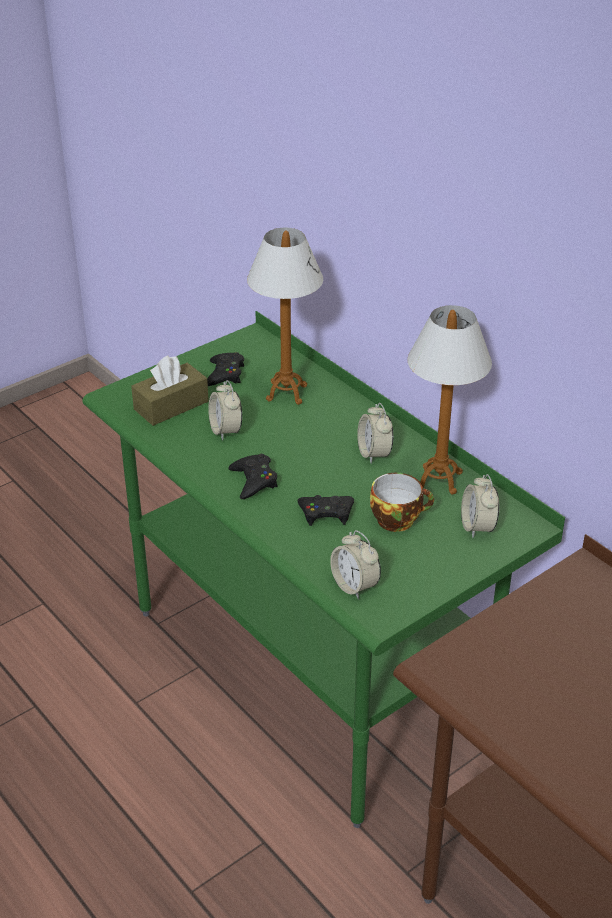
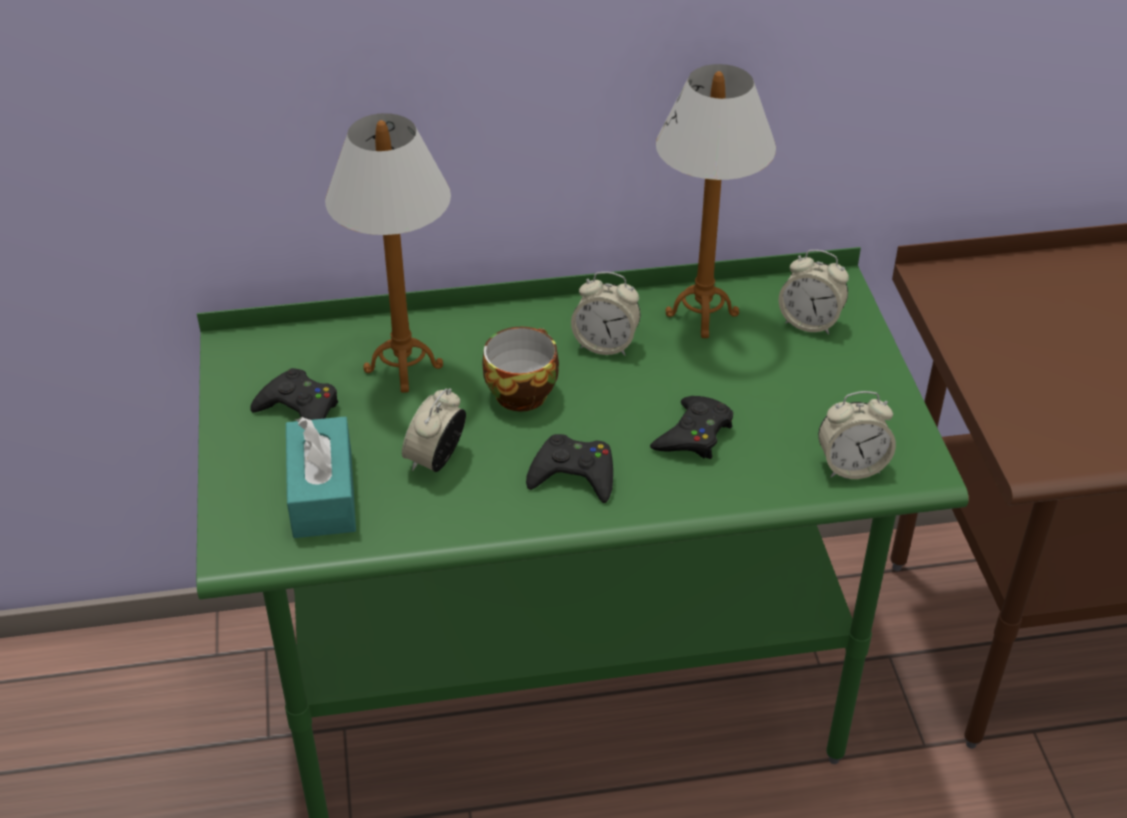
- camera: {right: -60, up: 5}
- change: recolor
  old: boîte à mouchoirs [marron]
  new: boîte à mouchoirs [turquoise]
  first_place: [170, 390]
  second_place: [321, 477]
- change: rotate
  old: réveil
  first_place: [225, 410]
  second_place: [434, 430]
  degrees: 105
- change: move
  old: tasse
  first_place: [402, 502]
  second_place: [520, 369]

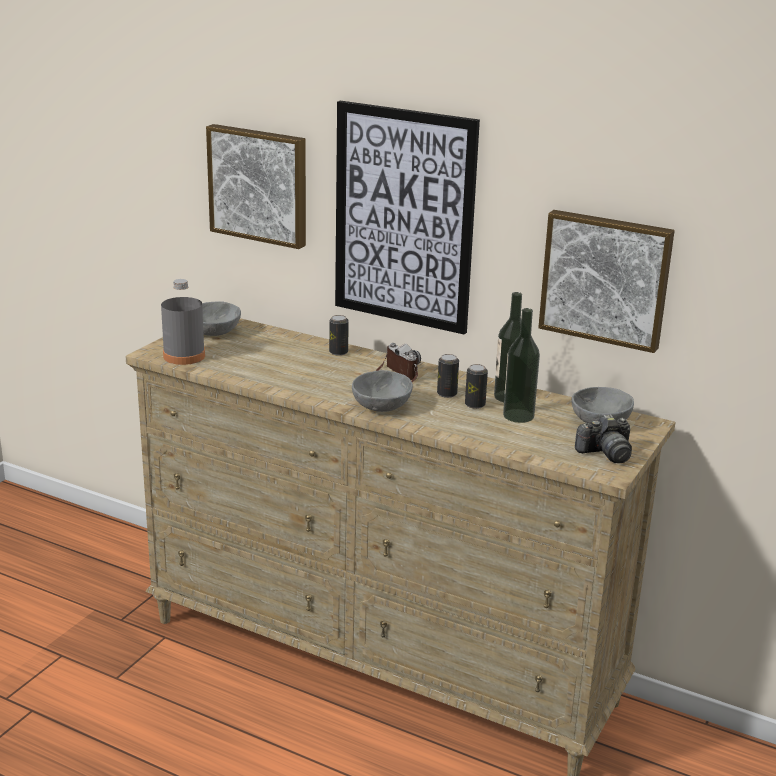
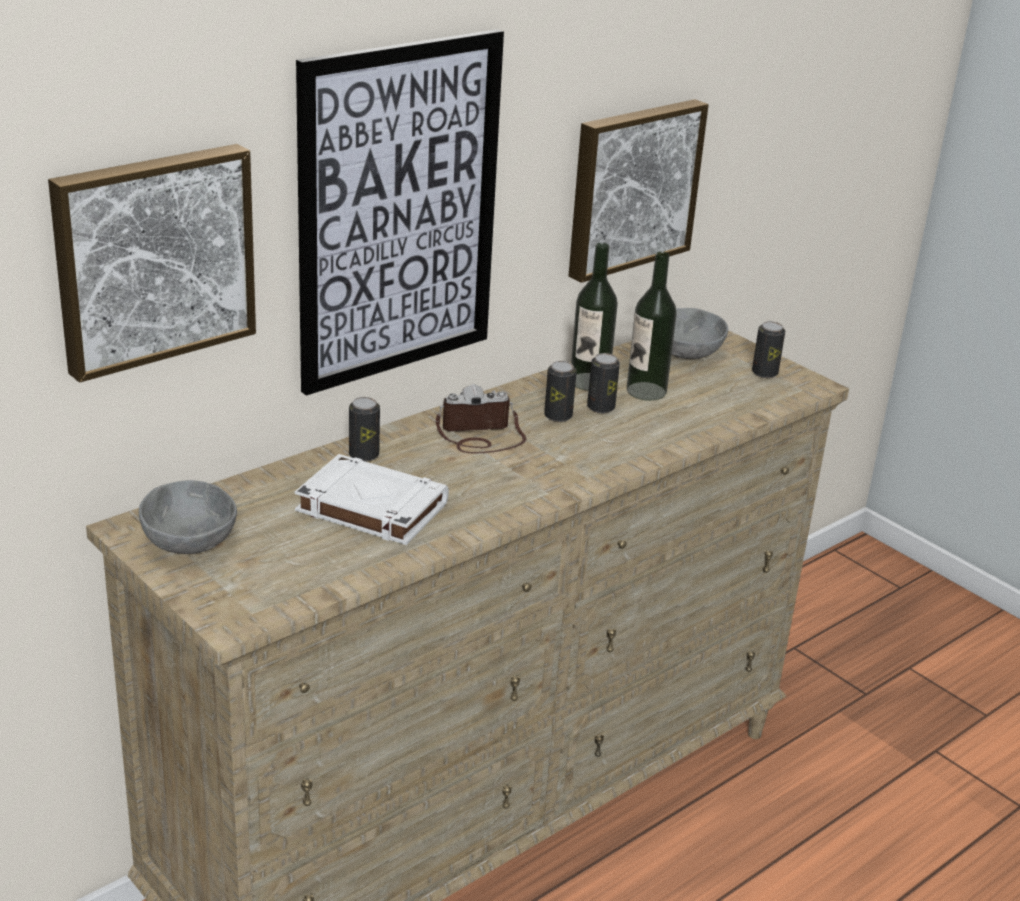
- camera: {right: -70, up: 5}
- change: delete
  old: bouteille [gris]
  first_place: [183, 322]
- change: delete
  old: bol [gris]
  first_place: [382, 391]
- change: replace
  old: appareil photo
  new: boîte métallique
  first_place: [603, 438]
  second_place: [768, 349]
- change: insert
  new: livre [blanc]
  second_place: [372, 499]

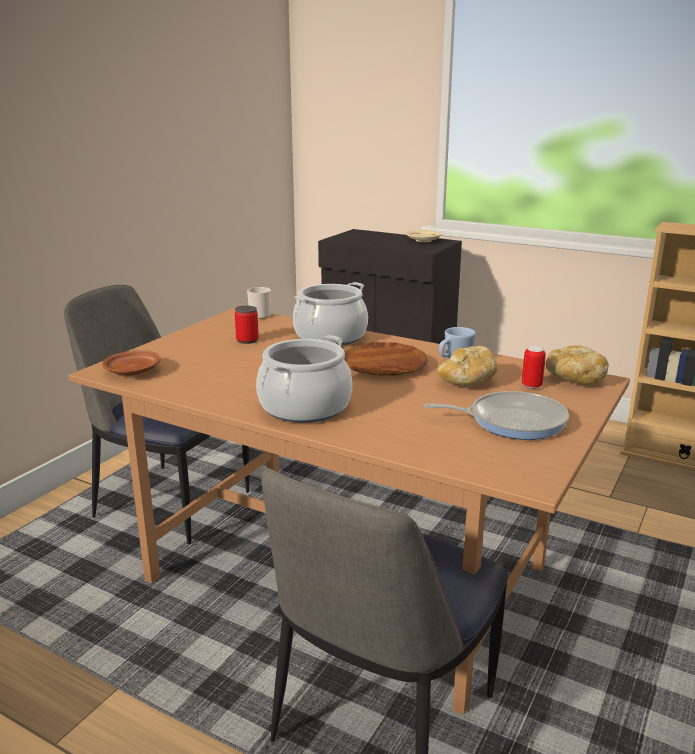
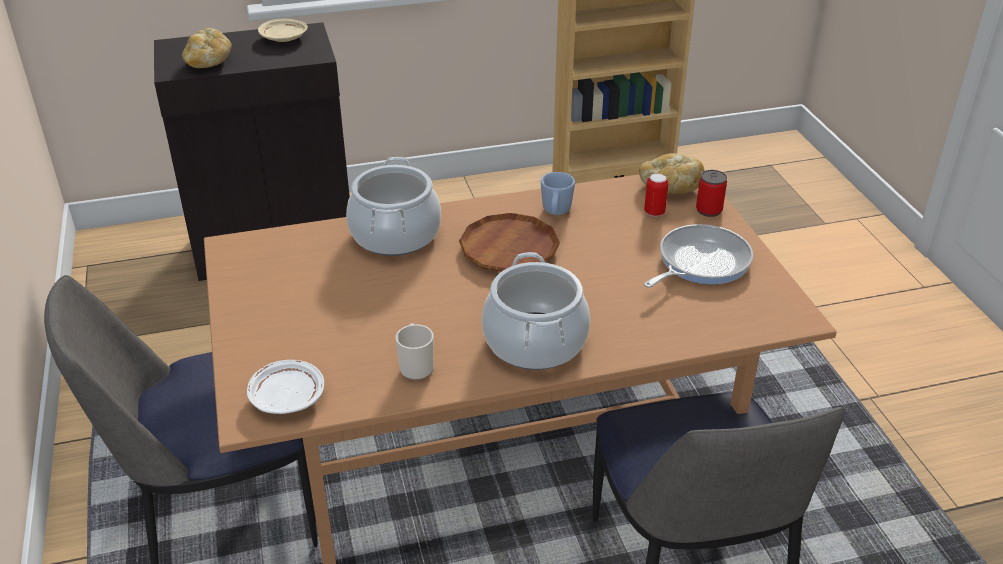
- camera: {right: -45, up: 15}
- change: recolor
  old: assiette [marron]
  new: assiette [blanc]
  first_place: [131, 363]
  second_place: [285, 387]
- change: move
  old: boîte métallique
  first_place: [247, 325]
  second_place: [711, 193]
- change: move
  old: mug
  first_place: [259, 303]
  second_place: [415, 351]
- change: move
  old: pain
  first_place: [468, 366]
  second_place: [207, 48]

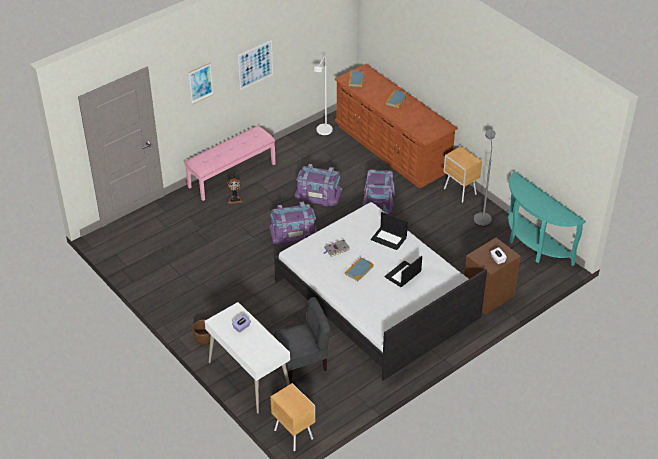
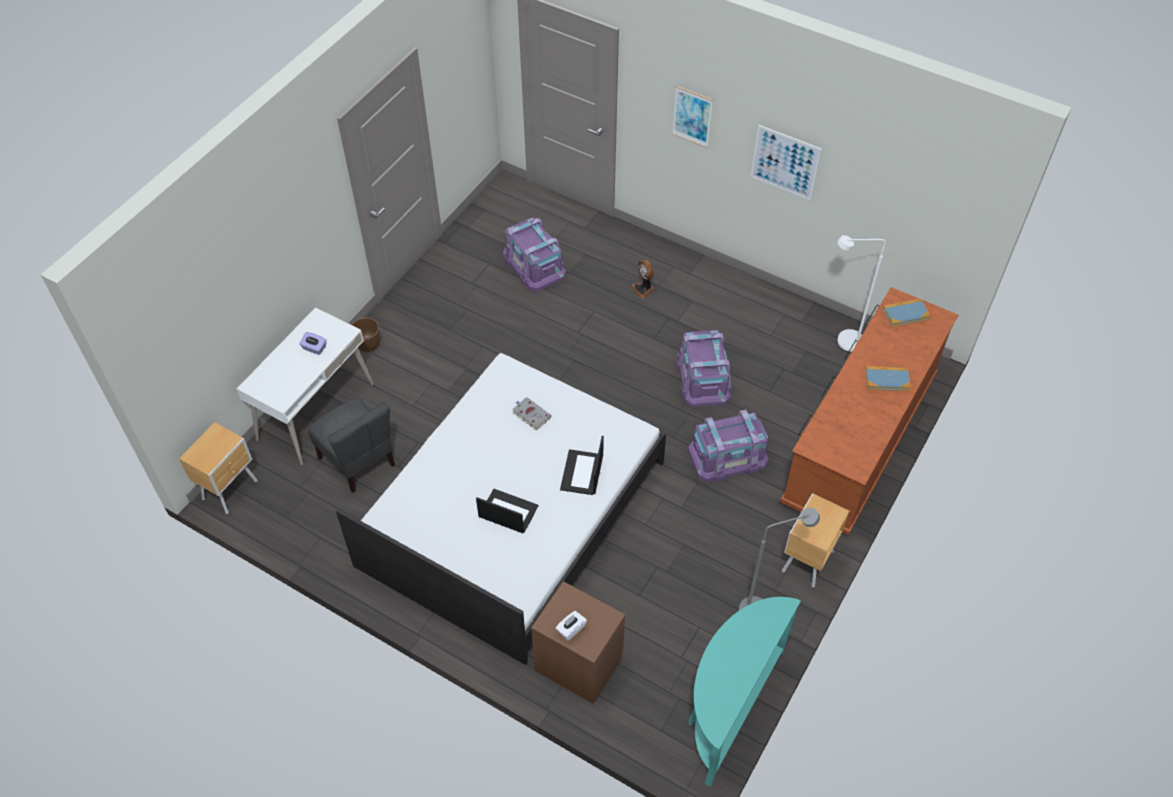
- camera: {right: 70, up: 10}
- change: delete
  old: banc [rose]
  first_place: [230, 163]
- change: move
  old: boîte de rangement [violet]
  first_place: [293, 224]
  second_place: [534, 254]
- change: delete
  old: livre
  first_place: [359, 269]

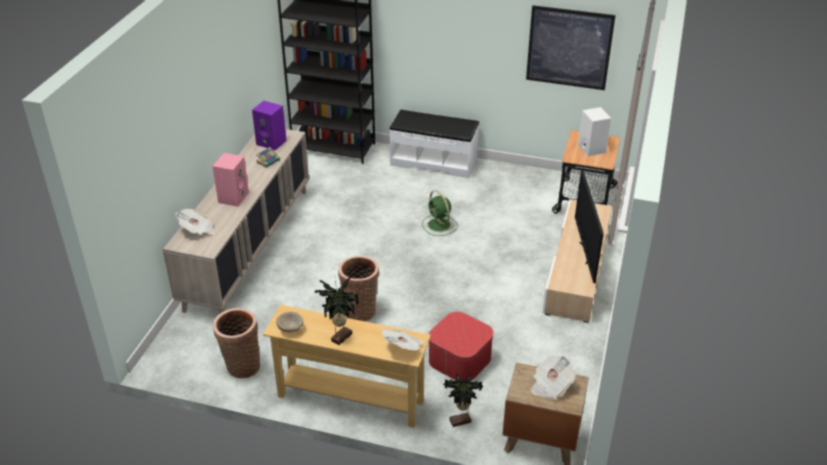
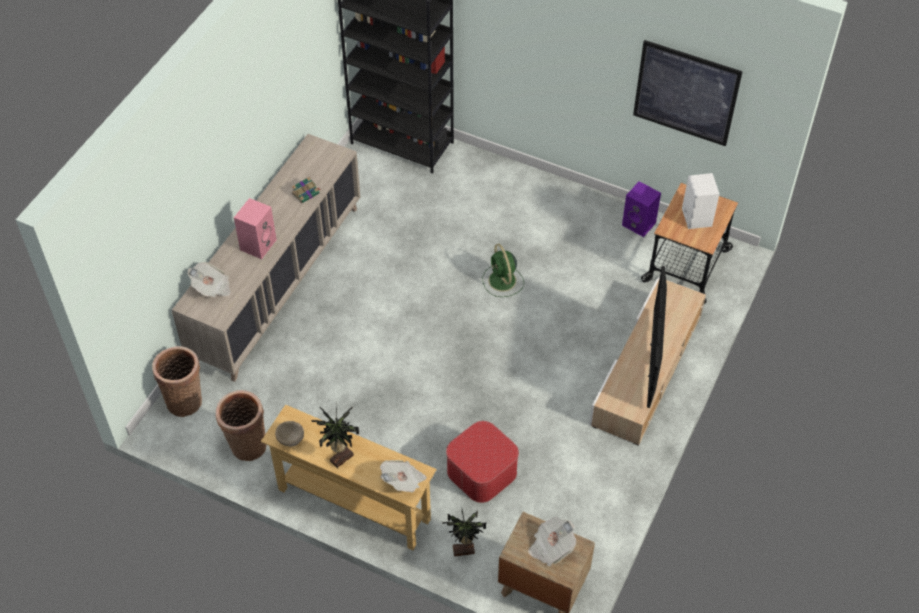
- camera: {right: 10, up: 15}
- change: move
  old: enceinte [violet]
  first_place: [269, 125]
  second_place: [641, 209]
- change: move
  old: panier
  first_place: [358, 288]
  second_place: [177, 381]
- change: delete
  old: banc [blanc]
  first_place: [434, 143]

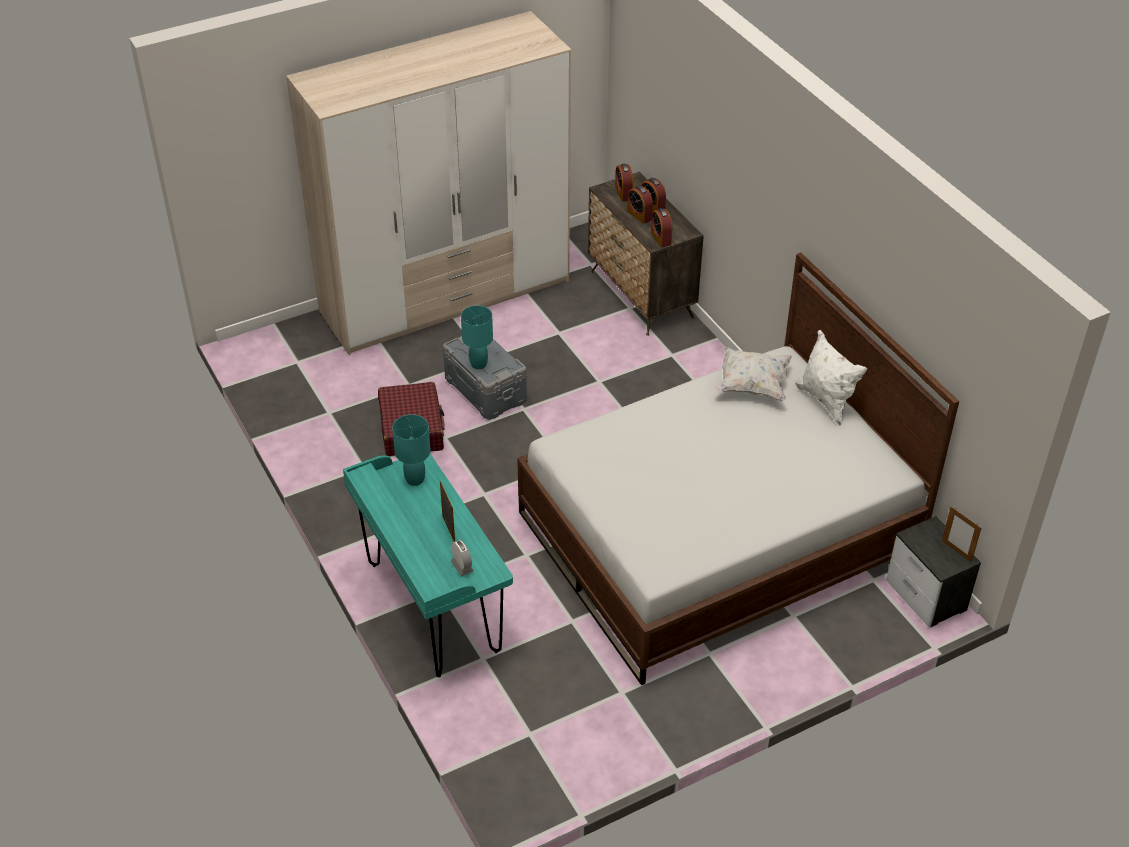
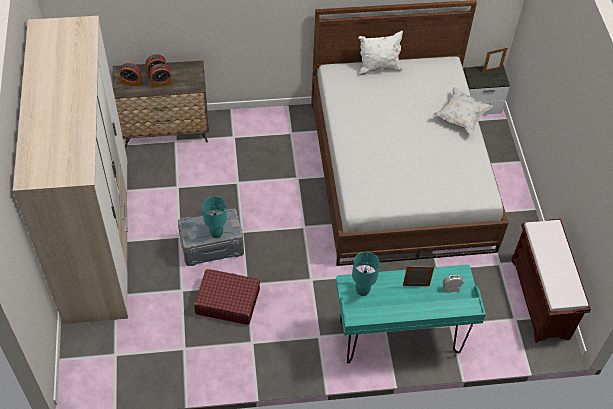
- camera: {right: -70, up: 10}
- change: delete
  old: réveil
  first_place: [661, 227]
- change: move
  old: coussin [blanc]
  first_place: [753, 374]
  second_place: [462, 110]
- change: insert
  new: banc [marron]
  second_place: [551, 281]

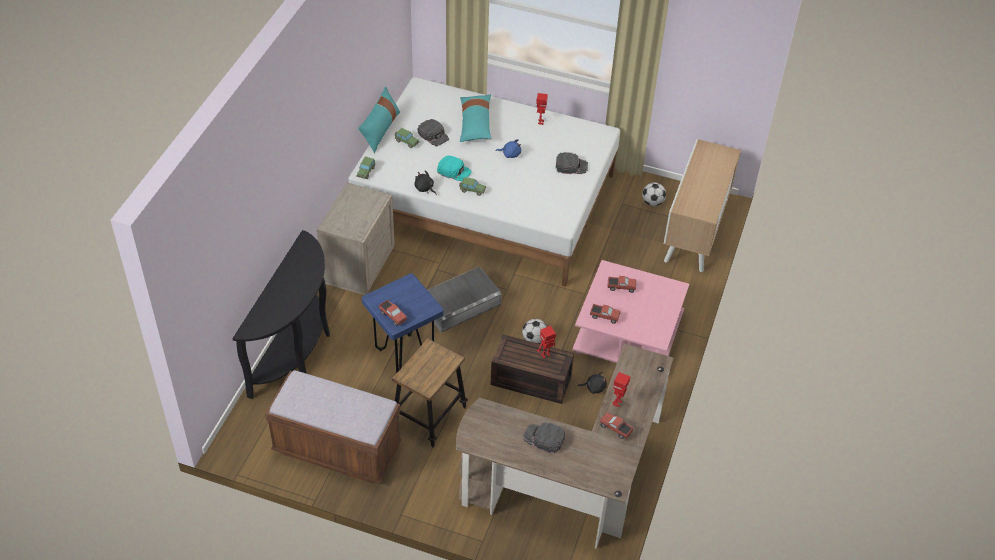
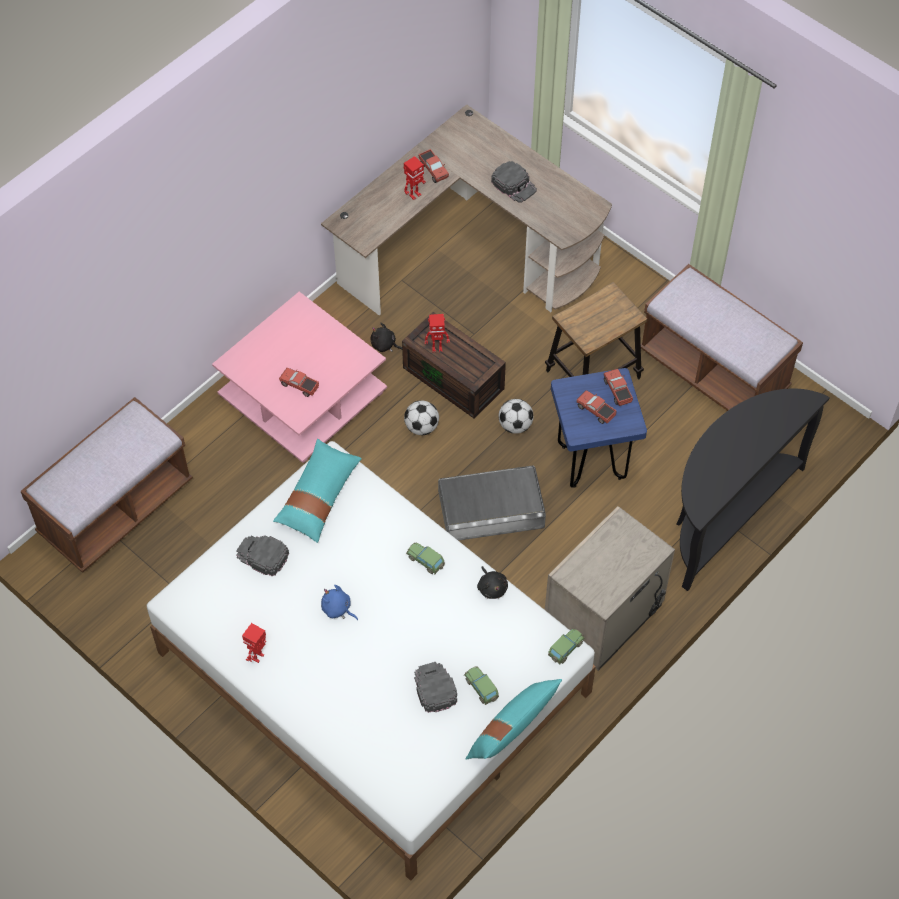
- camera: {right: -155, up: 10}
- change: delete
  old: casquette [turquoise]
  first_place: [454, 168]
- change: move
  old: coussin [turquoise]
  first_place: [475, 118]
  second_place: [317, 491]
- change: move
  old: camion jouet
  first_place: [605, 314]
  second_place: [596, 407]
- change: move
  old: ballon de foot
  first_place: [654, 194]
  second_place: [516, 416]
- change: replace
  old: meuble de rangement
  new: banc [marron]
  first_place: [702, 205]
  second_place: [106, 485]

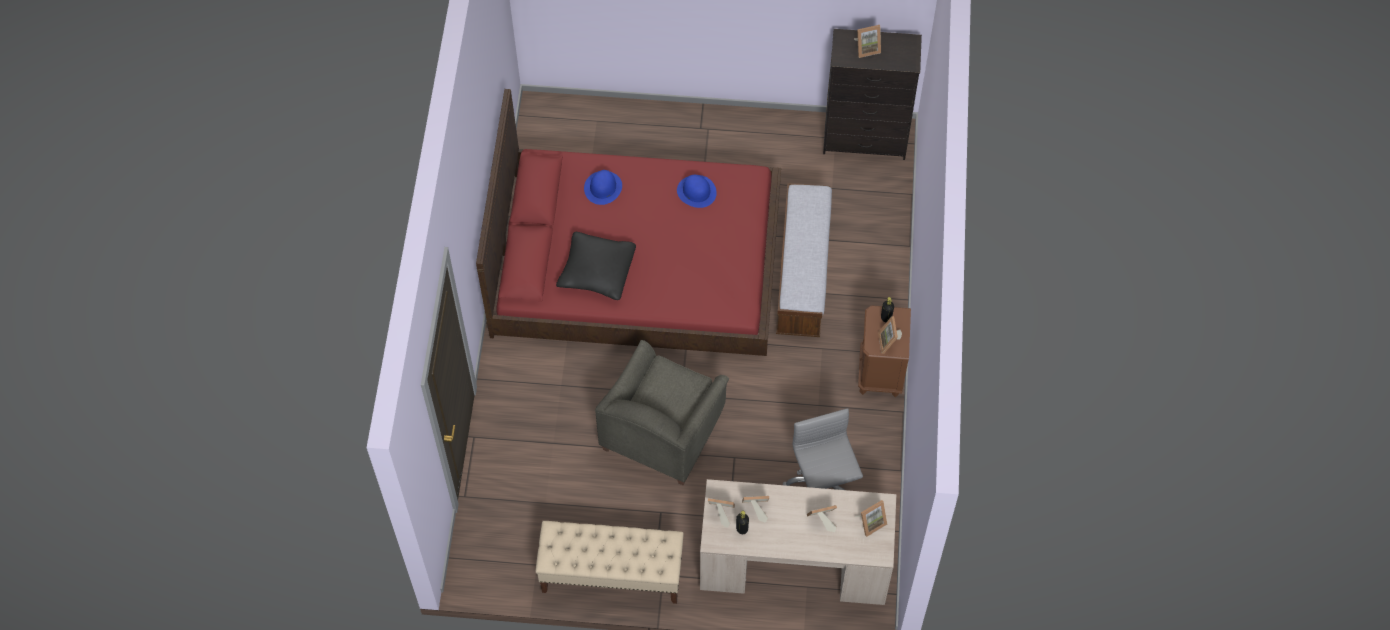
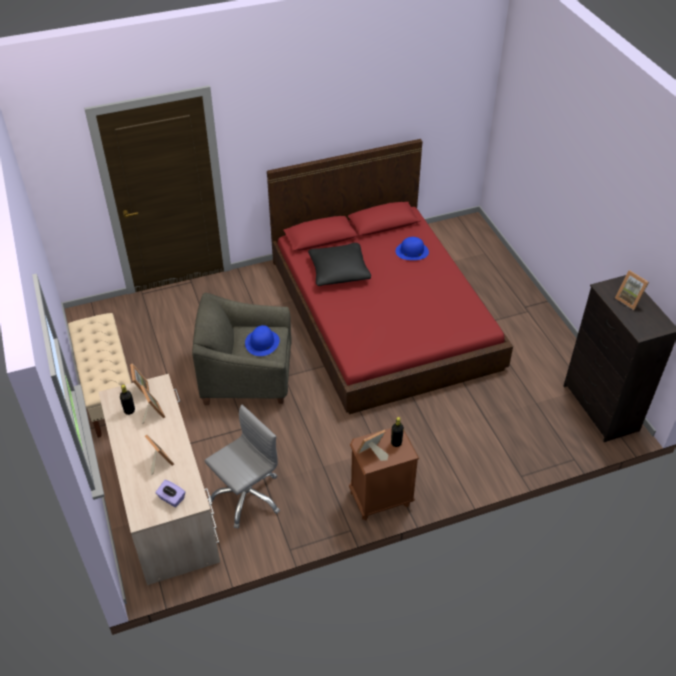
- camera: {right: 65, up: -15}
- change: move
  old: chapeau [bleu]
  first_place: [697, 191]
  second_place: [262, 340]
- change: delete
  old: banc
  first_place: [804, 260]
- change: replace
  old: cadre photo
  new: boîte à mouchoirs [violet]
  first_place: [871, 518]
  second_place: [170, 493]

